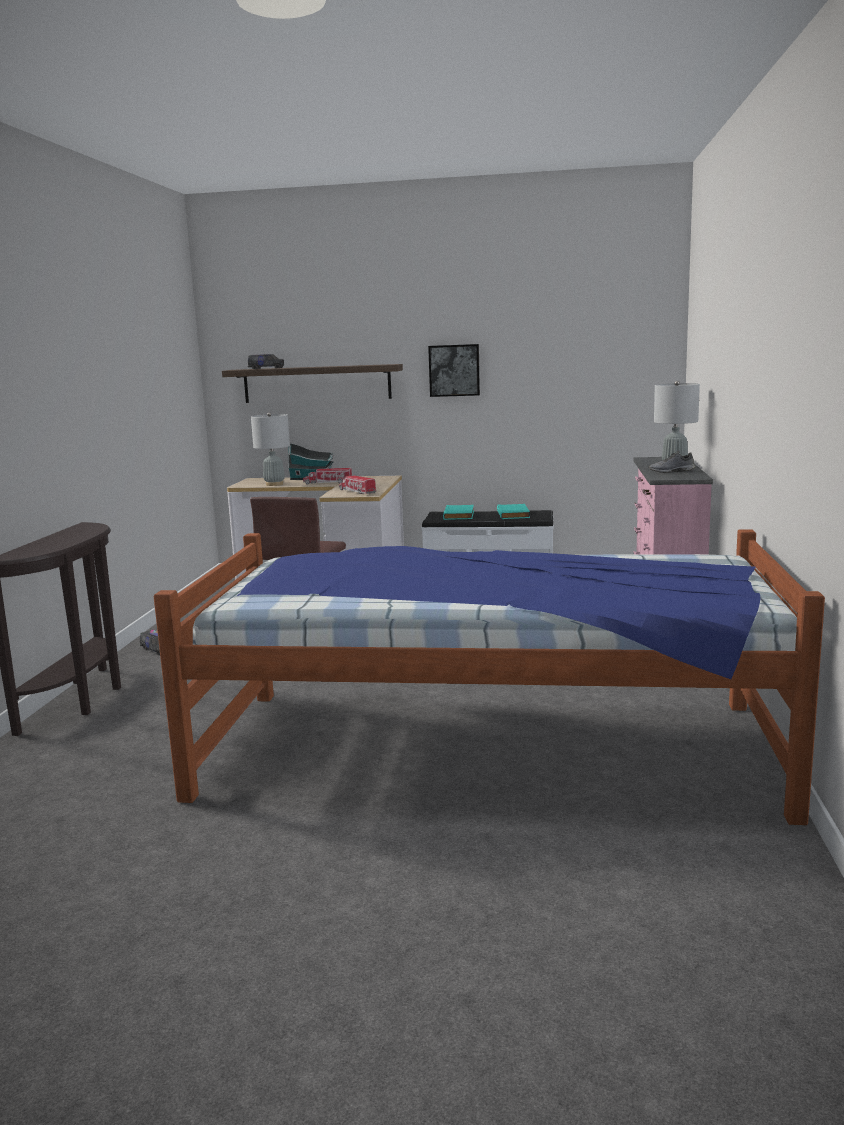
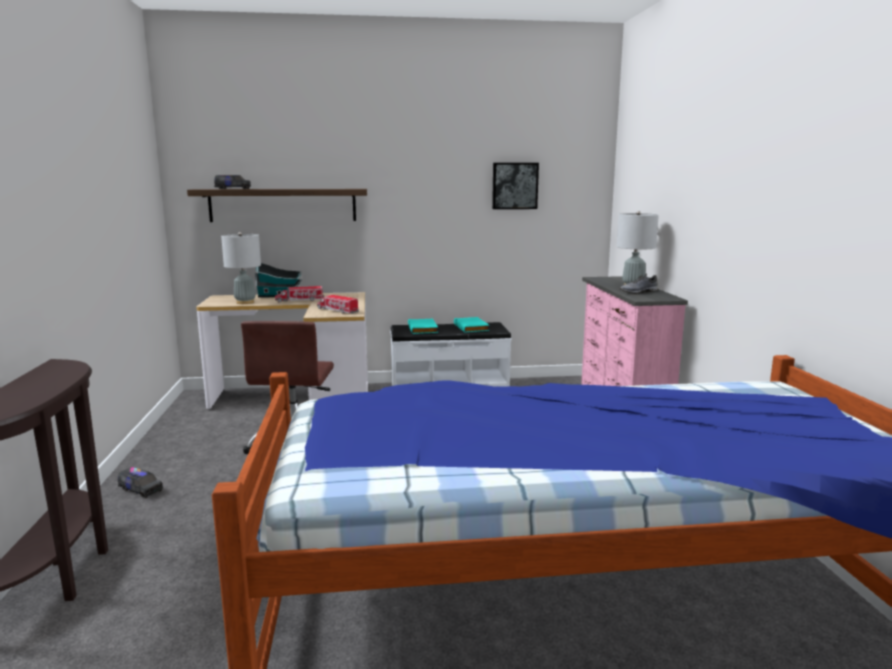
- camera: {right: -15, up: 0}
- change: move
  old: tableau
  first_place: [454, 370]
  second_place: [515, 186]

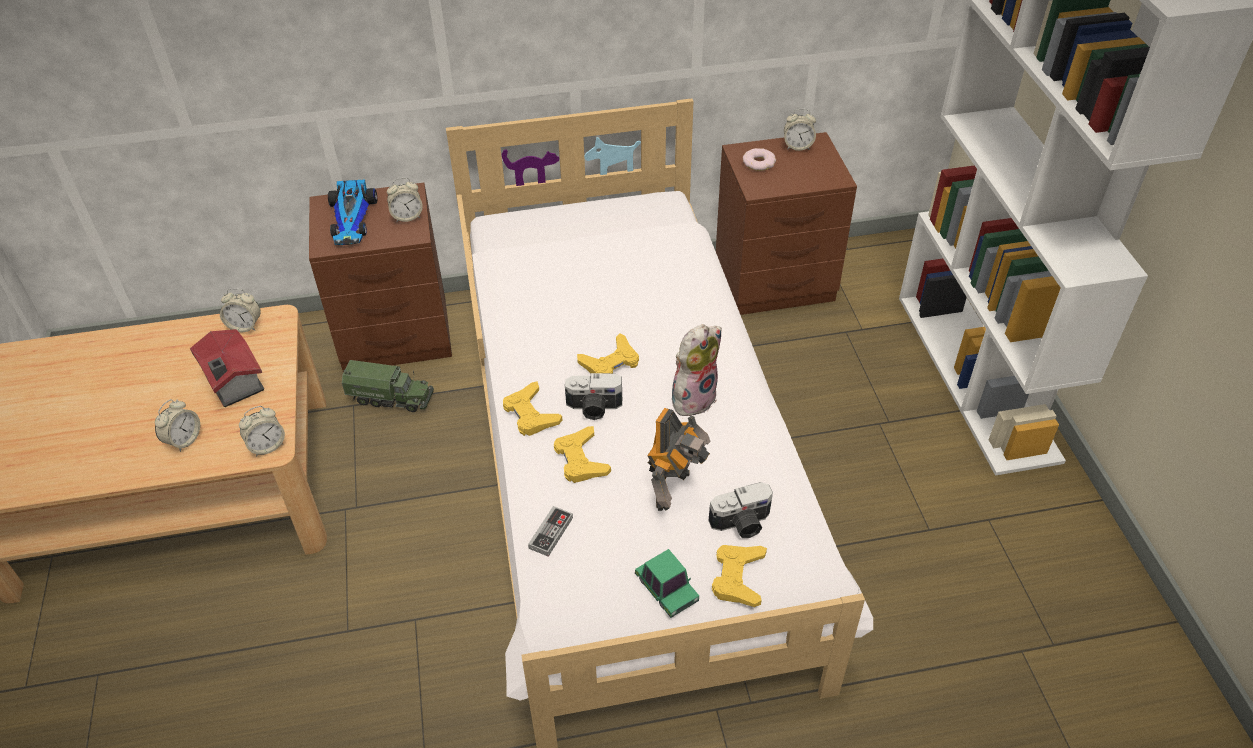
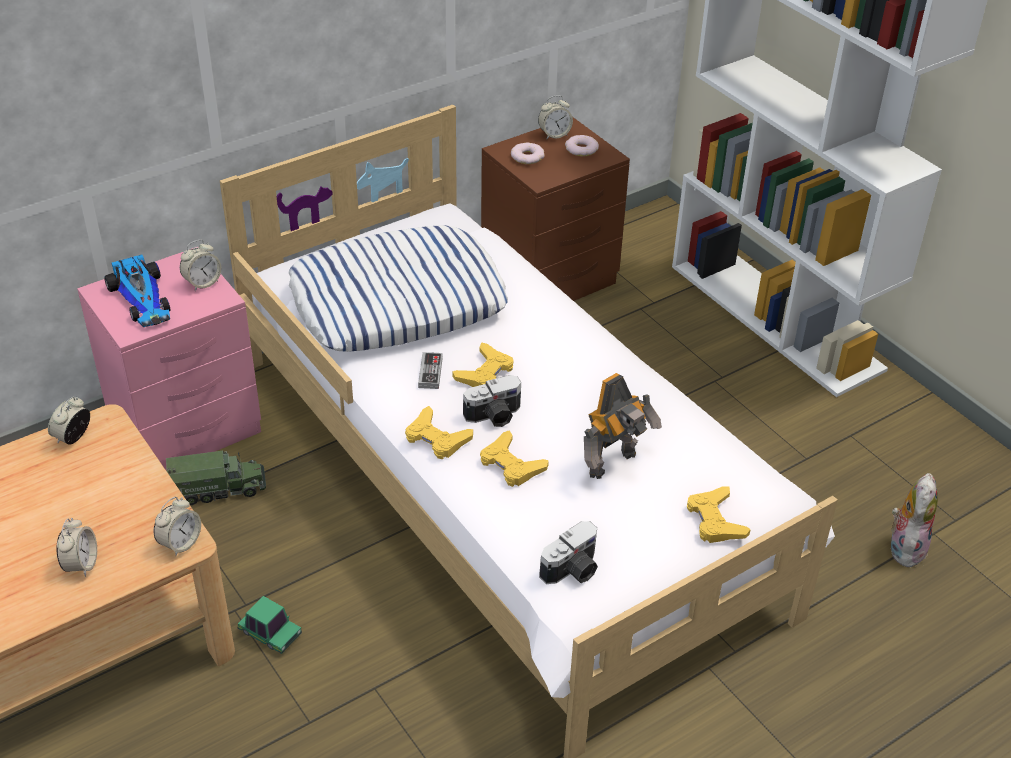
- camera: {right: -25, up: -5}
- change: delete
  old: maison miniature
  first_place: [227, 368]
- change: rotate
  old: réveil
  first_place: [240, 310]
  second_place: [69, 421]
  degrees: 135
- change: recolor
  old: table de chevet [marron]
  new: table de chevet [rose]
  first_place: [380, 278]
  second_place: [169, 358]
- change: move
  old: manette
  first_place: [550, 531]
  second_place: [430, 370]
- change: move
  old: petite voiture
  first_place: [667, 583]
  second_place: [270, 625]
- change: rotate
  old: robot jouet
  first_place: [679, 459]
  second_place: [623, 426]
  degrees: 45
- change: move
  old: peluche
  first_place: [695, 370]
  second_place: [912, 520]
- change: move
  old: appareil photo
  first_place: [741, 510]
  second_place: [568, 552]
- change: insert
  new: coussin
  second_place: [398, 288]
- change: insert
  new: beignet
  second_place: [582, 145]

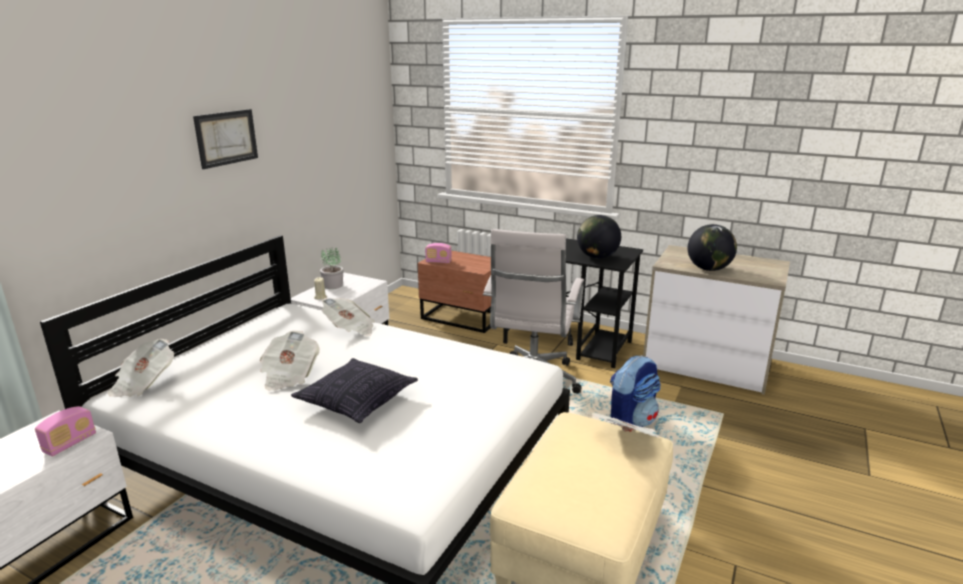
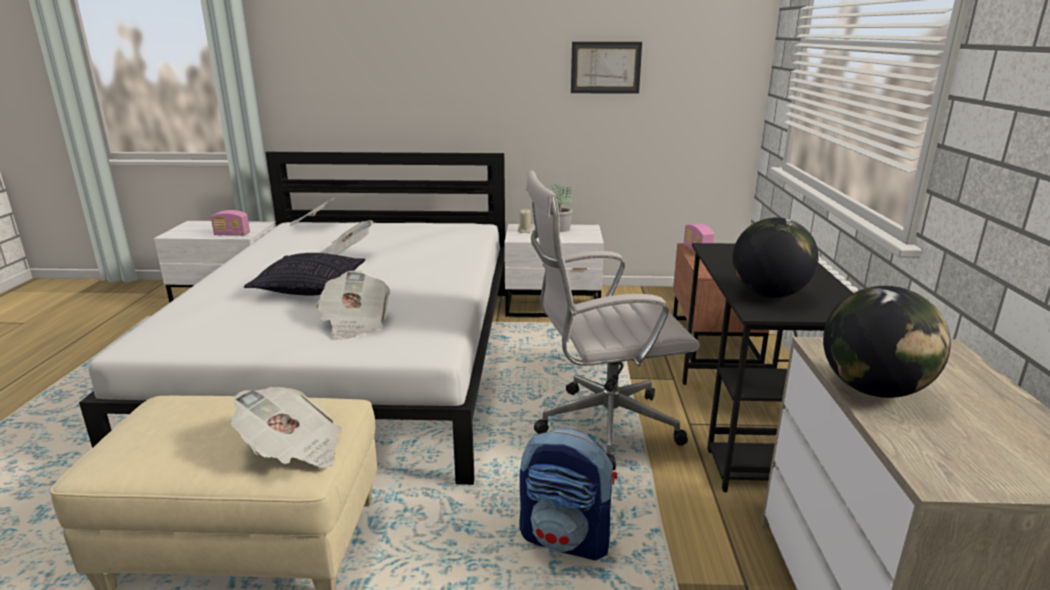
- camera: {right: 65, up: 0}
- change: move
  old: tableau
  first_place: [225, 139]
  second_place: [606, 68]
- change: move
  old: journal
  first_place: [348, 317]
  second_place: [353, 305]

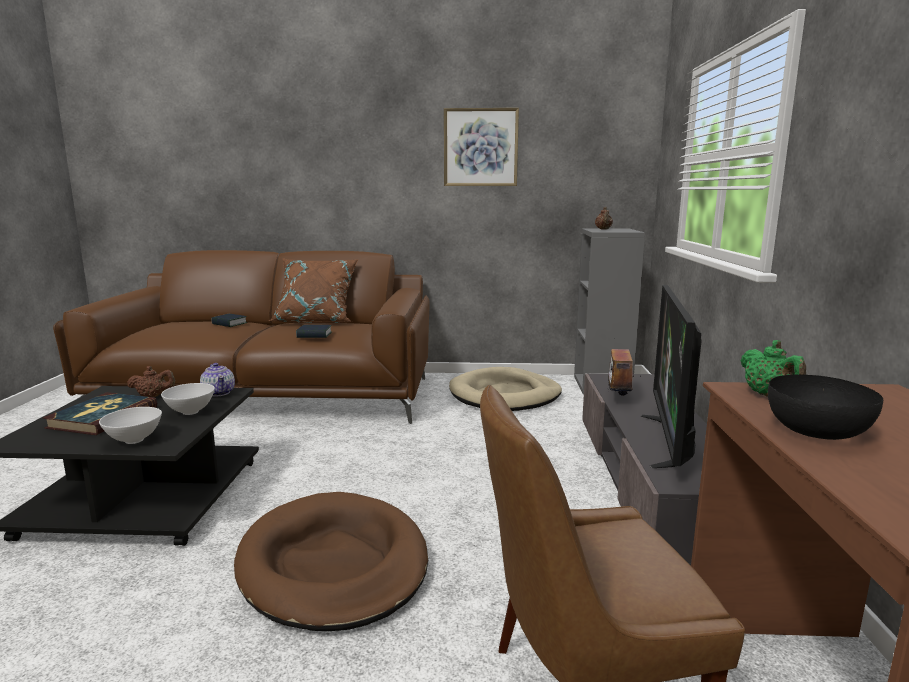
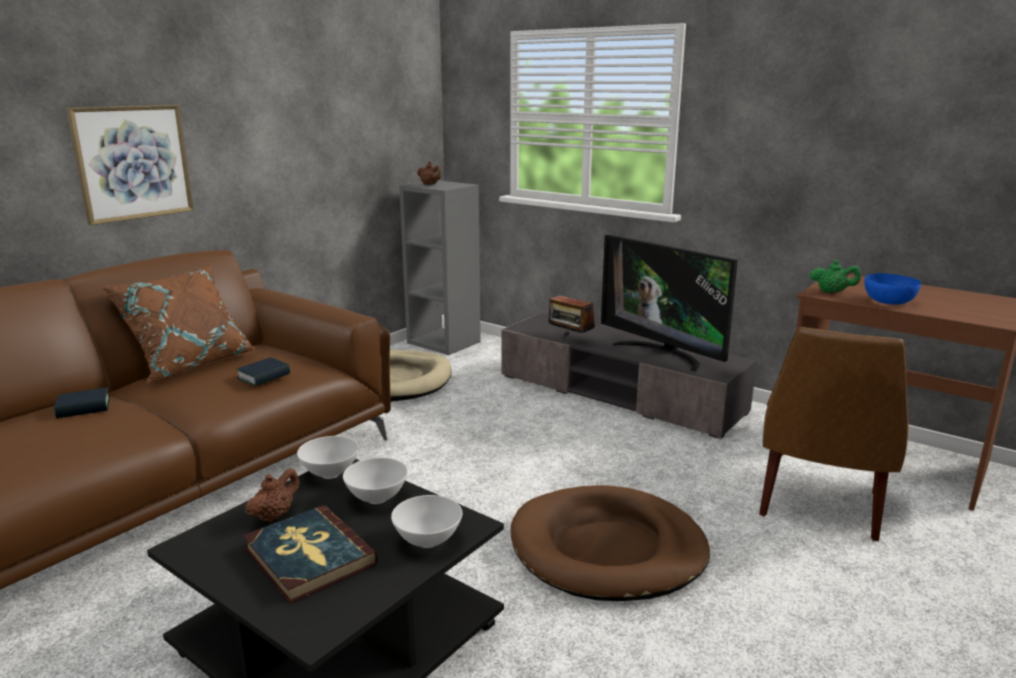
- camera: {right: -55, up: 5}
- change: replace
  old: théière
  new: bol [blanc]
  first_place: [217, 380]
  second_place: [328, 457]
- change: move
  old: tableau
  first_place: [481, 147]
  second_place: [130, 165]
- change: recolor
  old: bol [noir]
  new: bol [bleu]
  first_place: [825, 407]
  second_place: [892, 289]

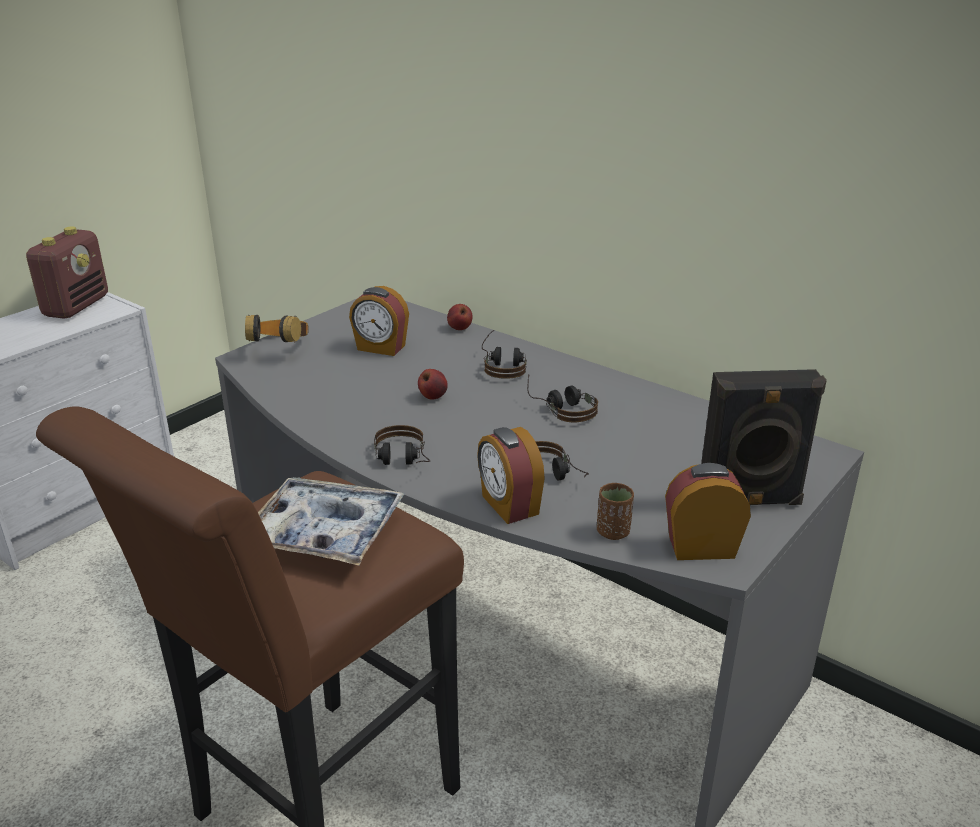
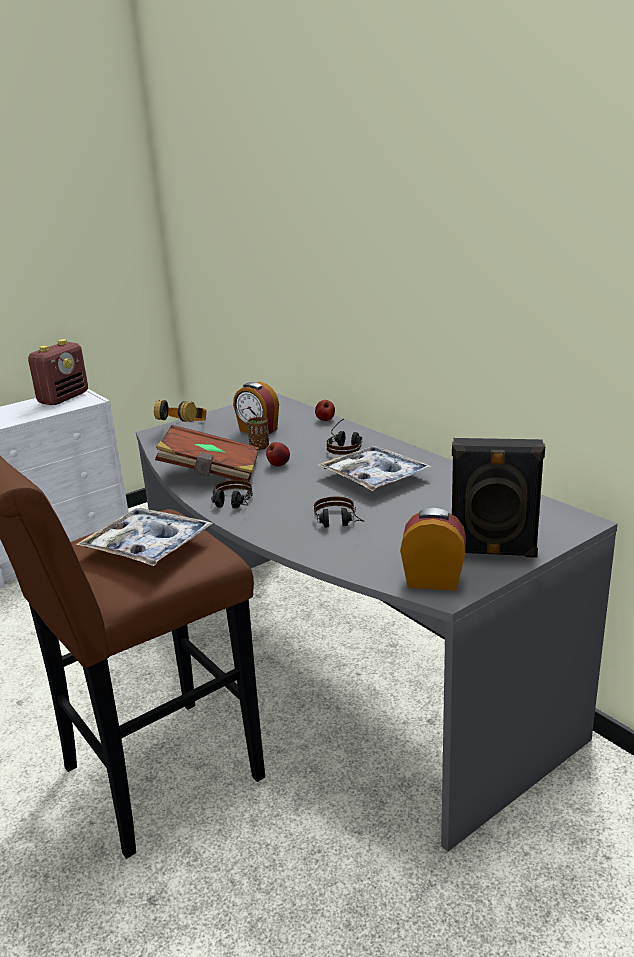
- camera: {right: 15, up: -5}
- change: delete
  old: réveil
  first_place: [511, 475]
- change: replace
  old: casque audio
  new: plateau
  first_place: [562, 398]
  second_place: [375, 468]
- change: move
  old: tasse [marron]
  first_place: [615, 511]
  second_place: [258, 433]
- change: insert
  new: livre [marron]
  second_place: [207, 453]

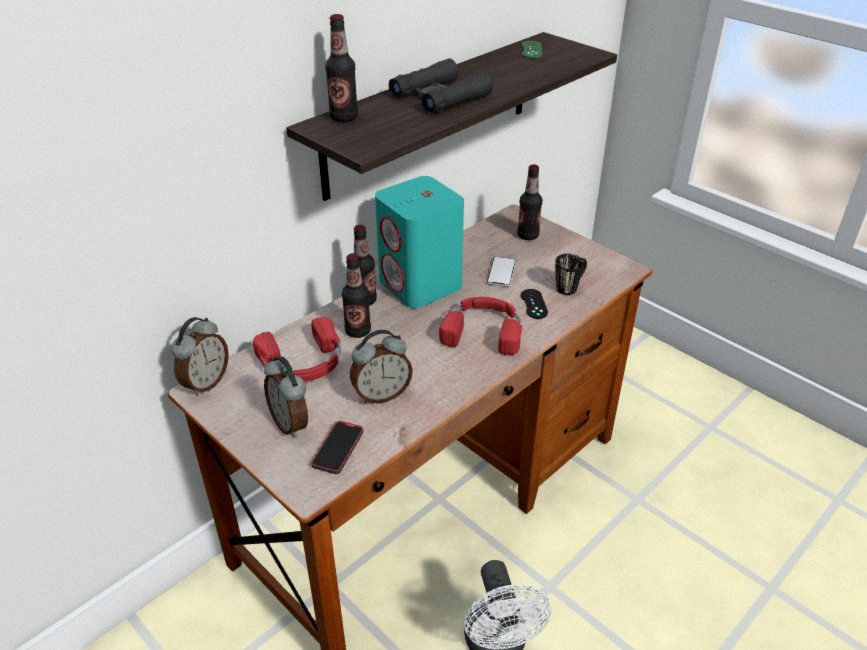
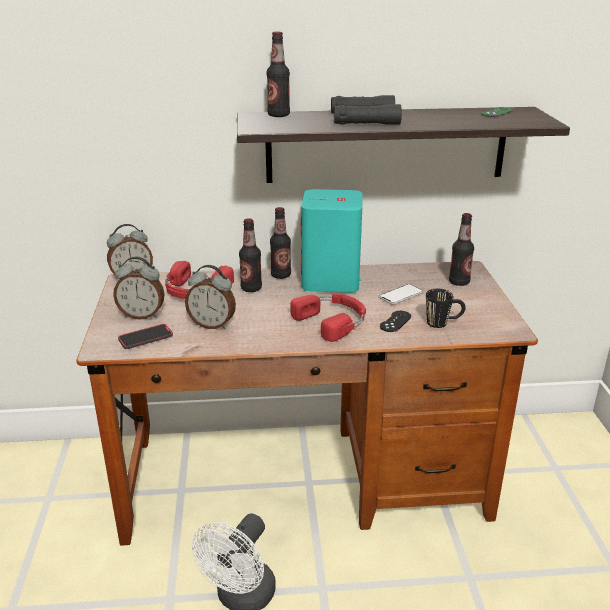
- camera: {right: 40, up: -10}
- change: rotate
  old: réveil
  first_place: [286, 397]
  second_place: [139, 288]
  degrees: -90

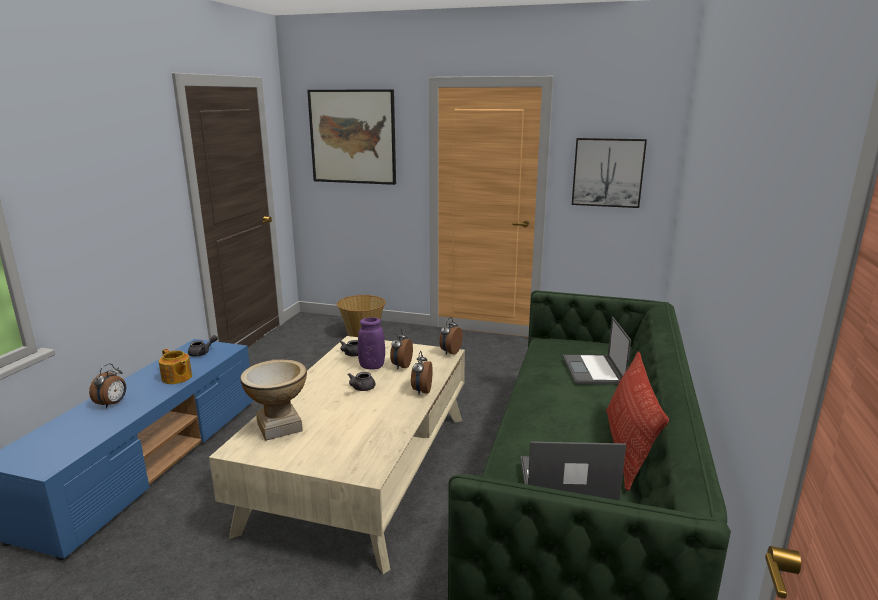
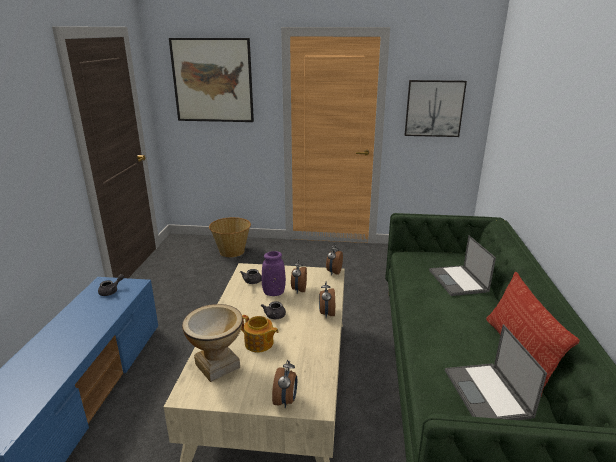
- camera: {right: -10, up: 5}
- change: move
  old: réveil
  first_place: [107, 385]
  second_place: [284, 384]
- change: move
  old: théière
  first_place: [175, 366]
  second_place: [260, 333]
- change: rotate
  old: ordinateur portable
  first_place: [573, 471]
  second_place: [496, 372]
  degrees: -90

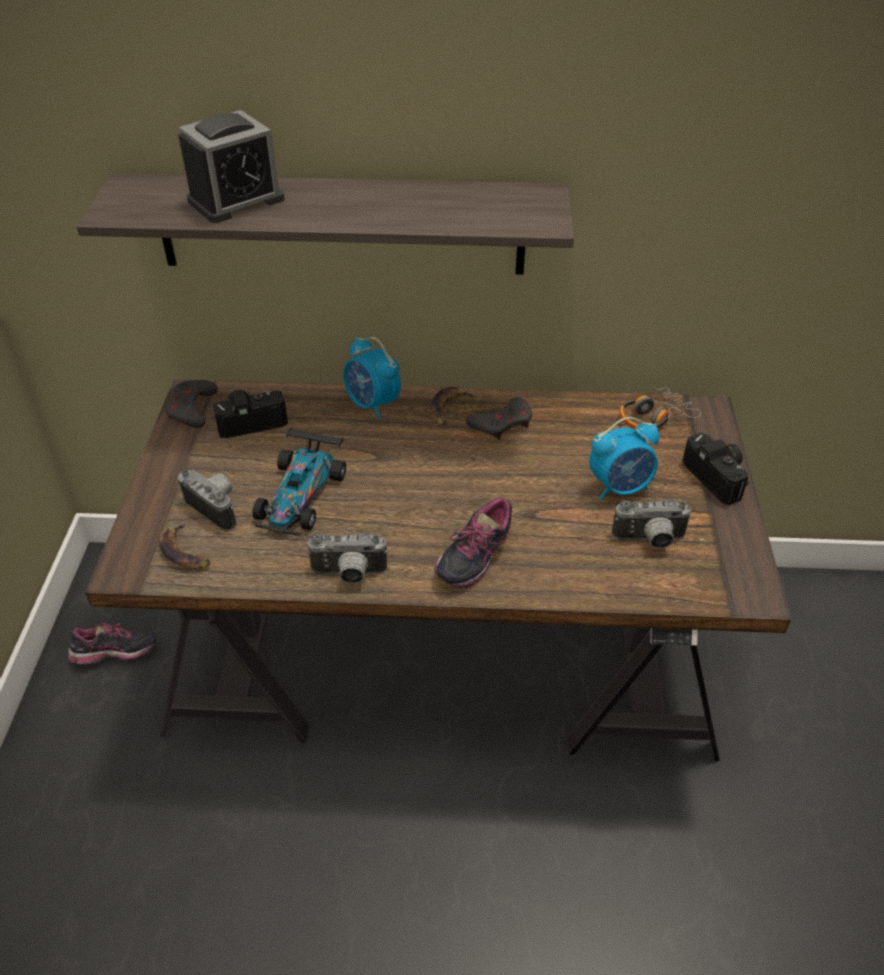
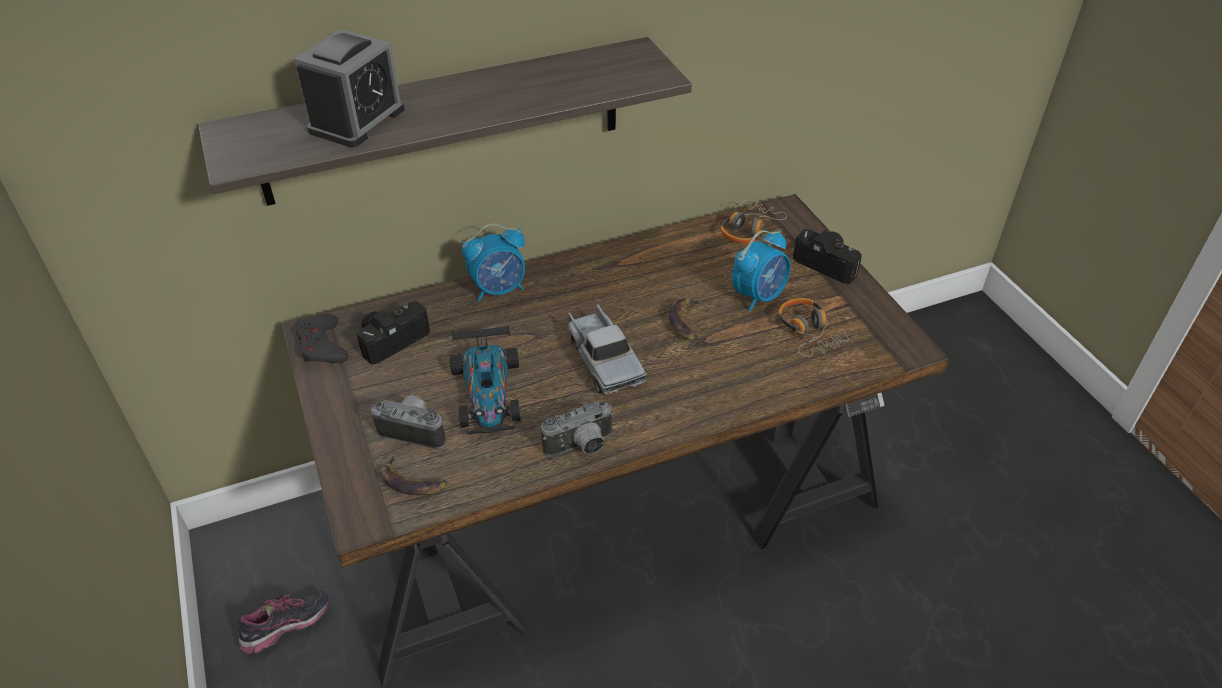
- camera: {right: -25, up: 0}
- change: rotate
  old: réveil
  first_place: [372, 378]
  second_place: [493, 262]
  degrees: -45
- change: move
  old: banane
  first_place: [454, 405]
  second_place: [685, 318]
- change: delete
  old: chaussure
  first_place: [473, 542]
- change: delete
  old: manette [gris]
  first_place: [499, 418]
- change: replace
  old: appareil photo
  new: casque audio
  first_place: [652, 524]
  second_place: [815, 327]
- change: insert
  new: camion jouet
  second_place: [607, 349]

